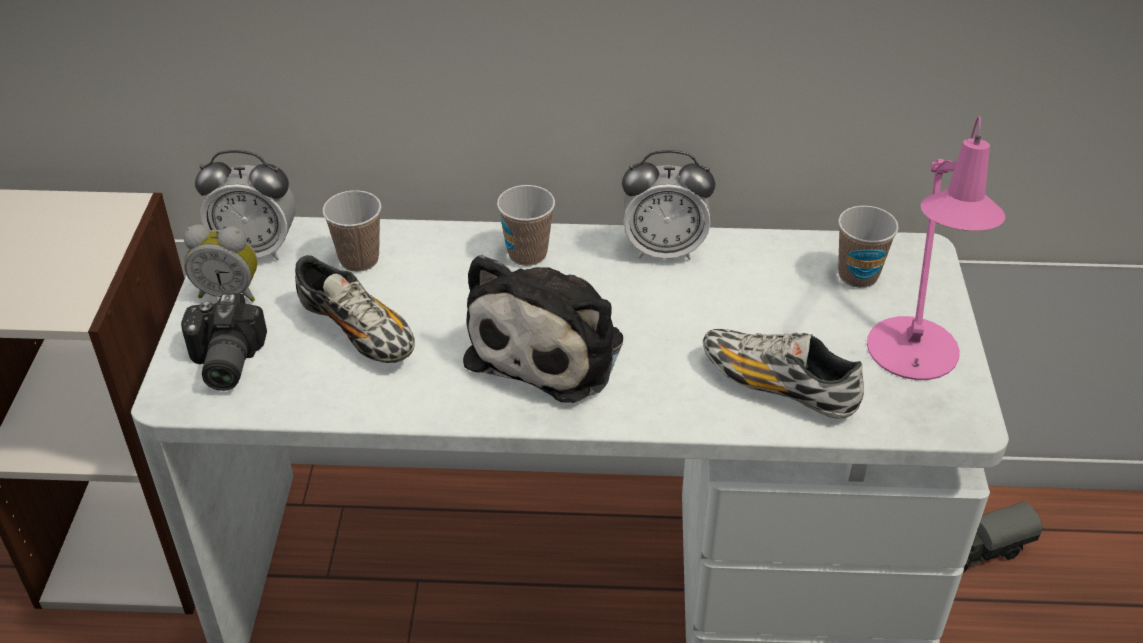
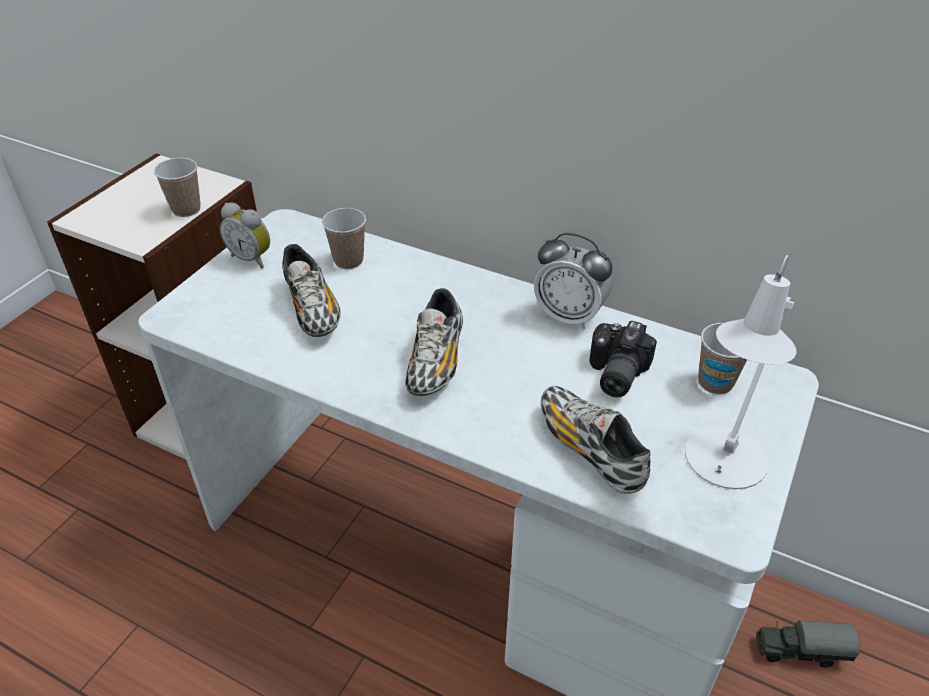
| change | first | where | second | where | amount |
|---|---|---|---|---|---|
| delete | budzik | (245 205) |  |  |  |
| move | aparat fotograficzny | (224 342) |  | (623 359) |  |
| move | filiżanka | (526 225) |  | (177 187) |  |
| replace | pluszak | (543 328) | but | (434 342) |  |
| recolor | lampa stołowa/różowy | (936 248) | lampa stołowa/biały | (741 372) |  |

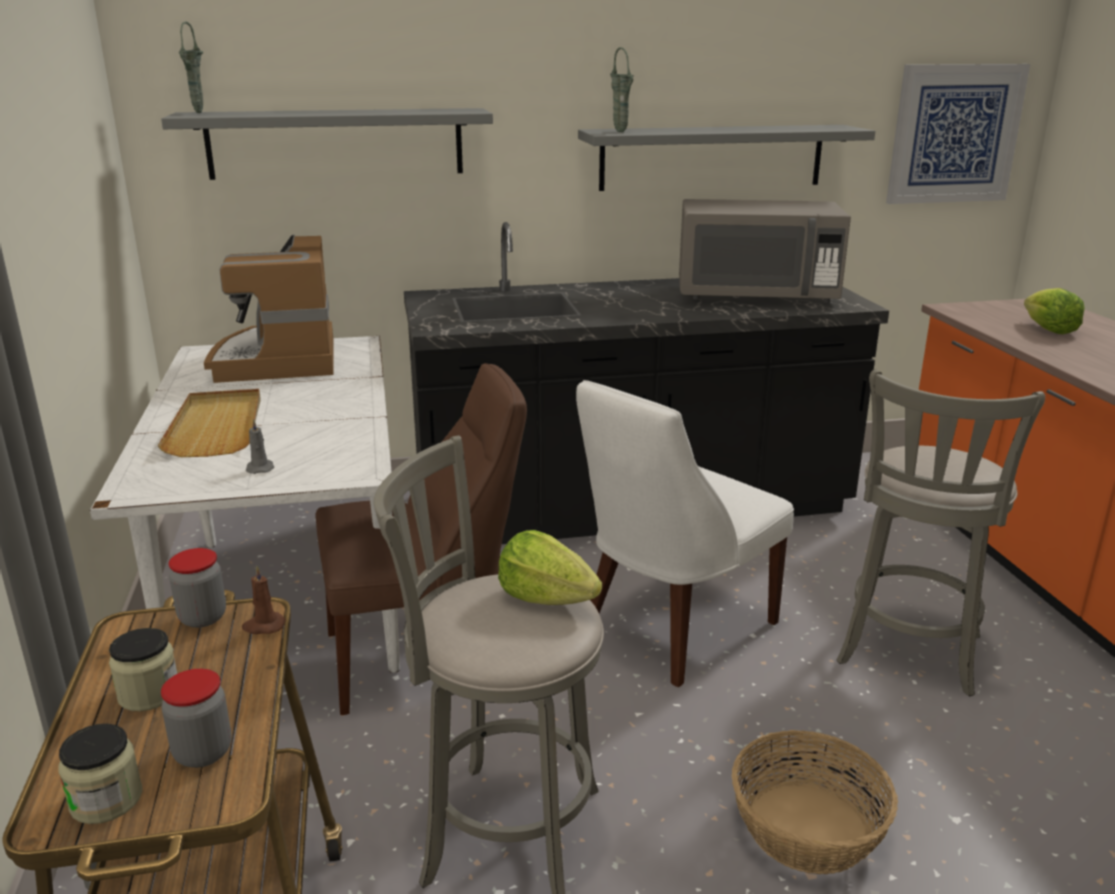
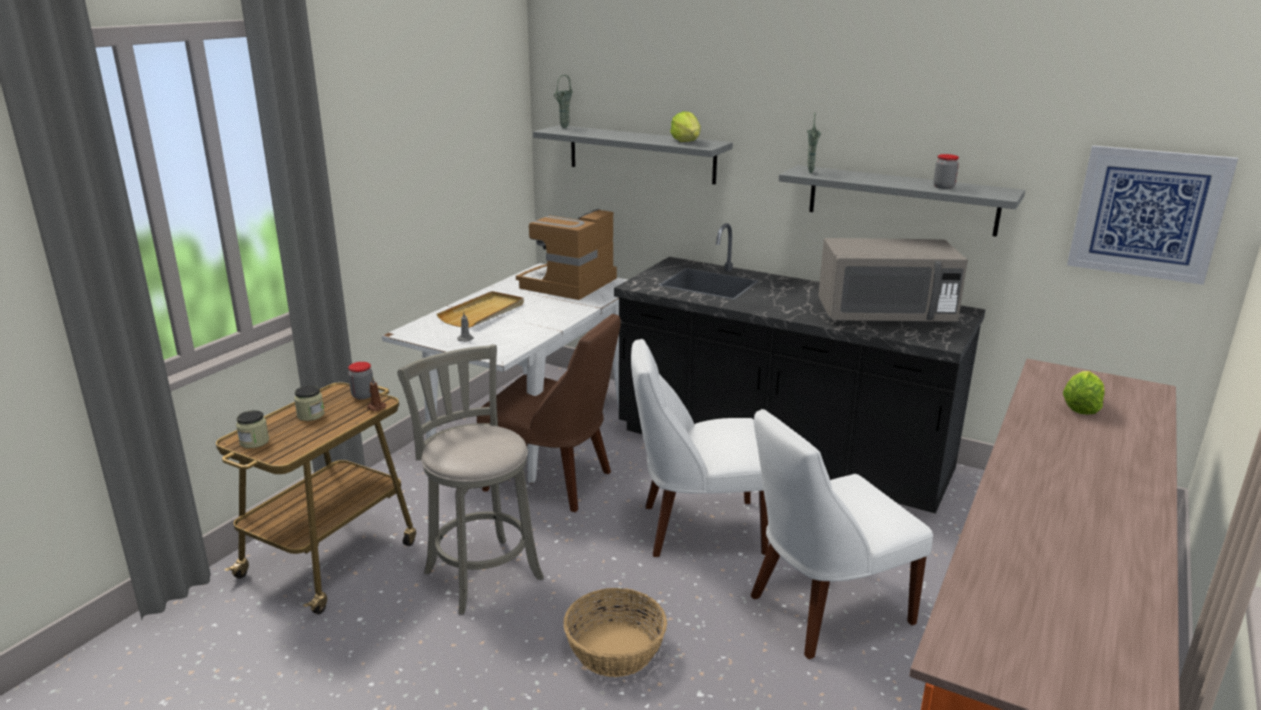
| change | first | where | second | where | amount |
|---|---|---|---|---|---|
| move | słoik | (196 718) |  | (946 171) |  |
| move | sałata | (550 567) |  | (685 126) |  |
| replace | stołek/szary | (940 533) | krzesło/biały | (841 534) |  |
| rotate | mikrofalówka/szary | (765 251) |  | (893 280) | 45 degrees counterclockwise |

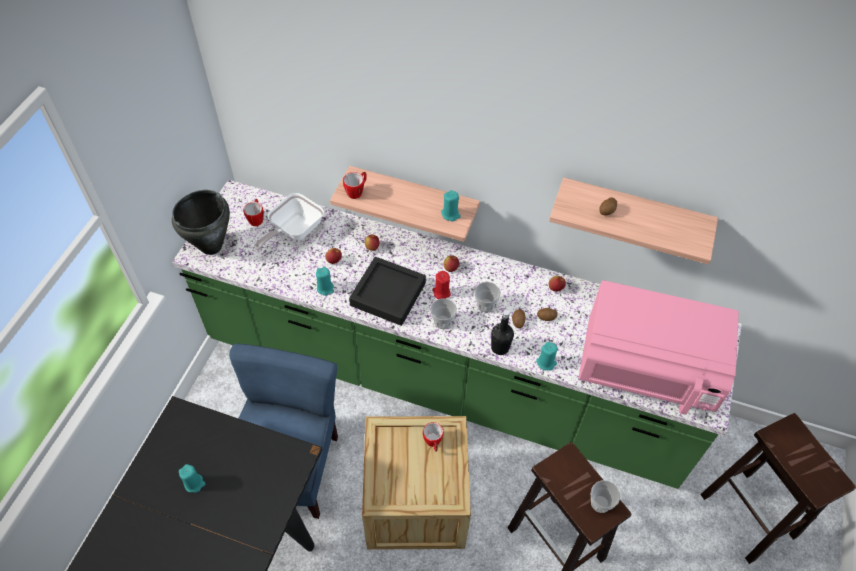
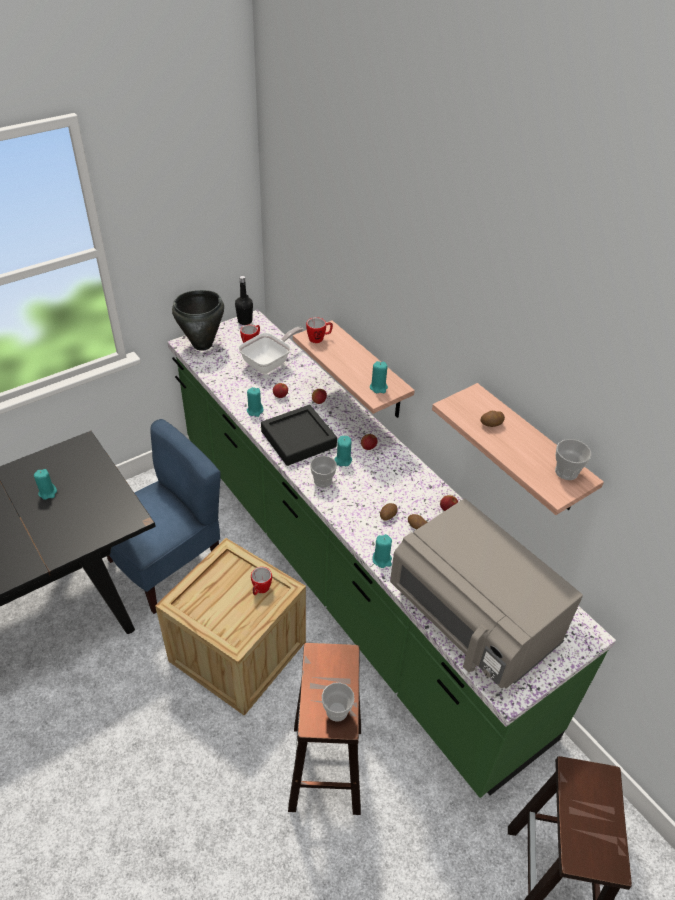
| change | first | where | second | where | amount |
|---|---|---|---|---|---|
| move | filiżanka | (487 297) |  | (573 459) |  |
| move | butelka/czarny | (502 332) |  | (244 300) |  |
| recolor | świeca/czerwony | (441 285) | świeca/turkusowy | (343 451) |  |
| recolor | mikrofalówka/różowy | (659 347) | mikrofalówka/szary | (486 594) |  |
| rotate | patelnia | (289 221) |  | (270 350) | 150 degrees clockwise |

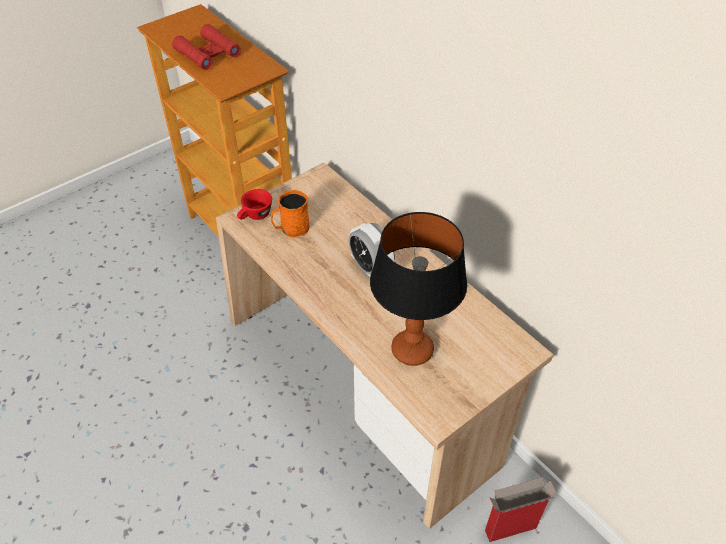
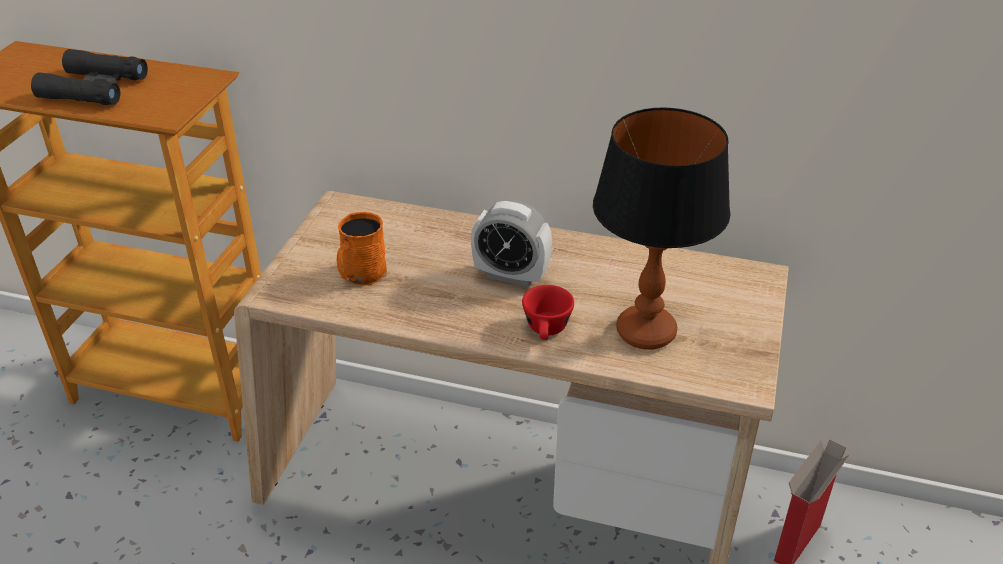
| change | first | where | second | where | amount |
|---|---|---|---|---|---|
| move | filiżanka/czerwony | (254 204) |  | (548 312) |  |
| recolor | lornetka/czerwony | (206 47) | lornetka/czarny | (89 77) |  |

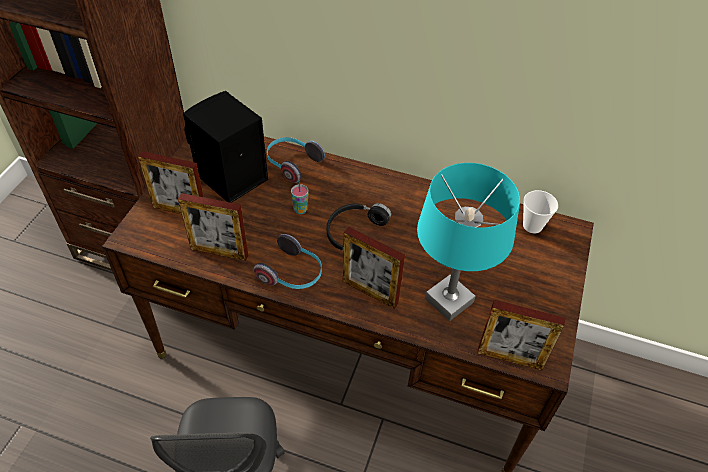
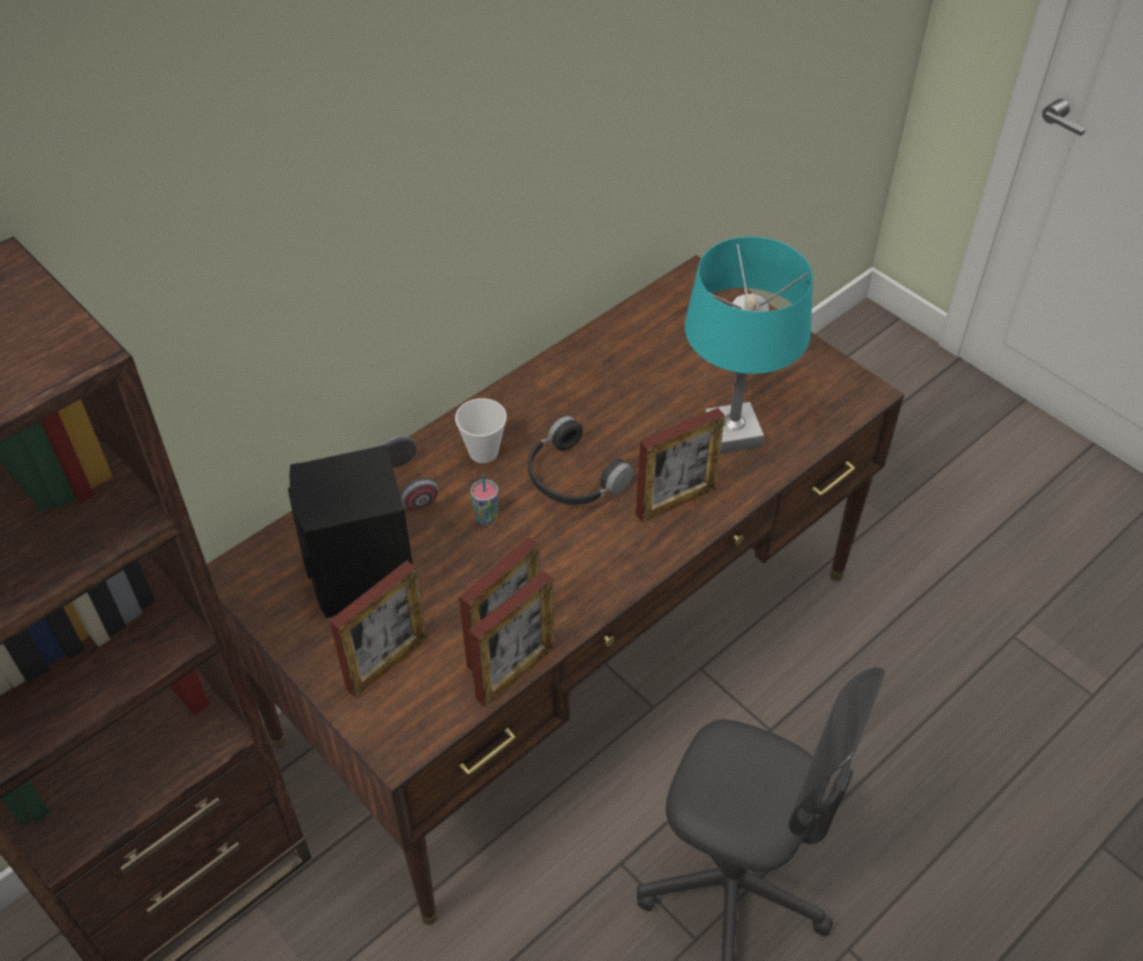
| change | first | where | second | where | amount |
|---|---|---|---|---|---|
| delete | słuchawki | (288 261) |  |  |  |
| move | ramka na zdjęcie | (521 335) |  | (511 639) |  |
| move | filiżanka | (540 211) |  | (481 430) |  |

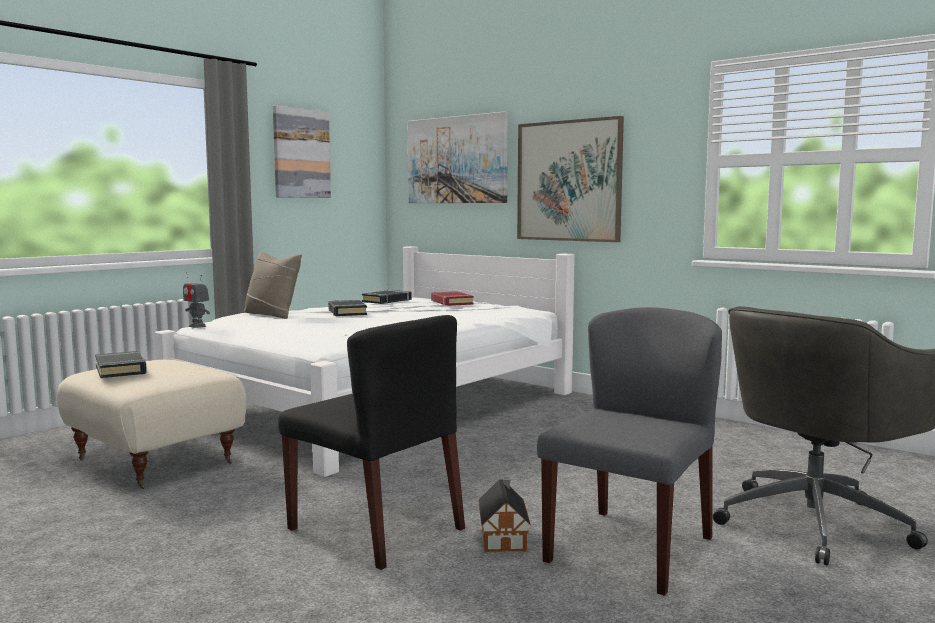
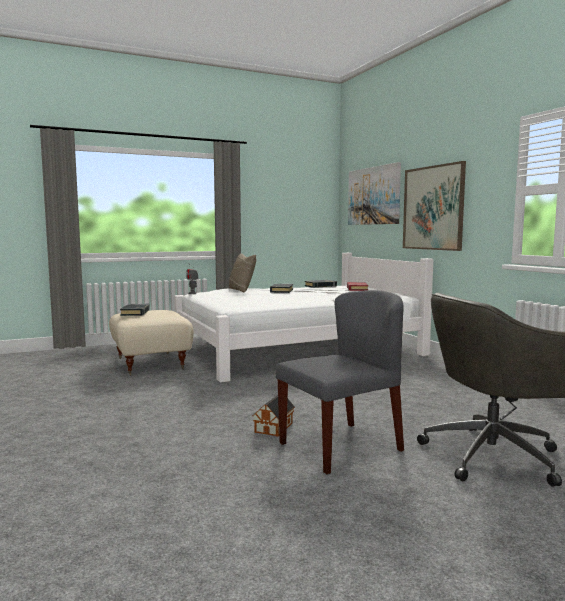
| change | first | where | second | where | amount |
|---|---|---|---|---|---|
| delete | obraz | (302 152) |  |  |  |
| delete | krzesło/czarny | (371 442) |  |  |  |

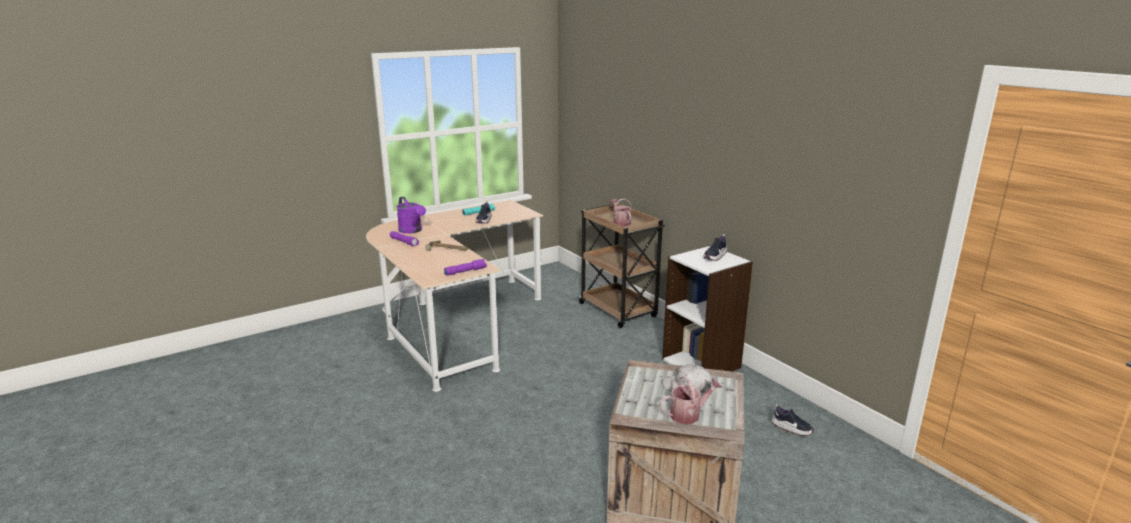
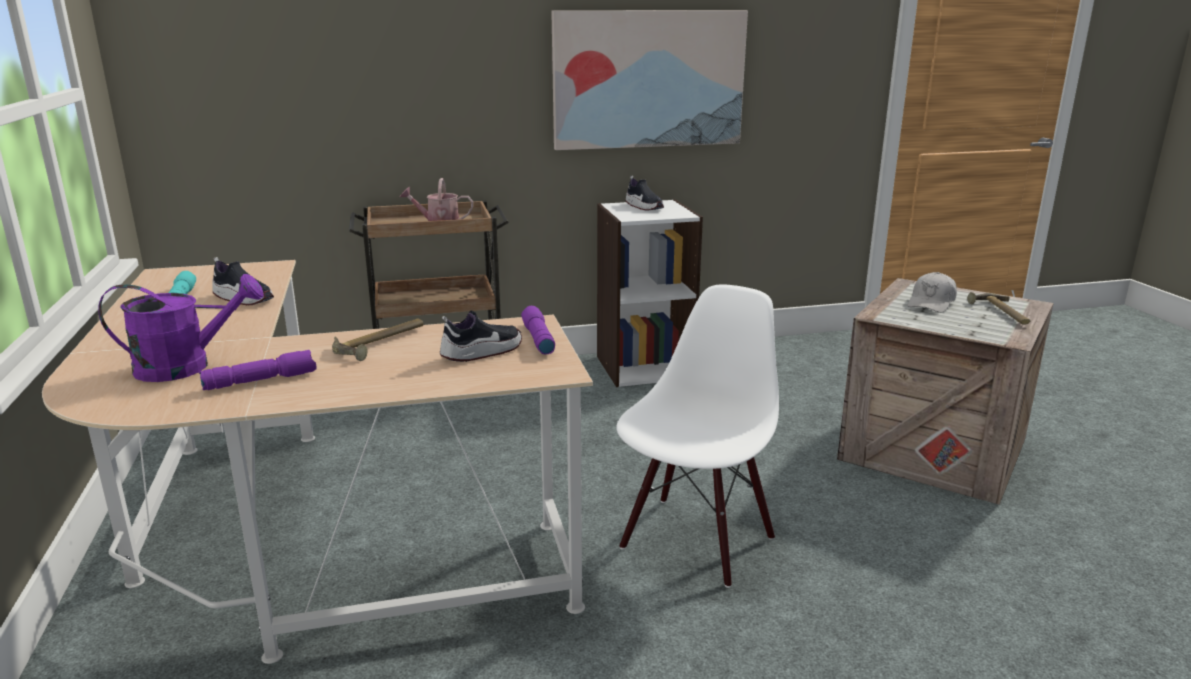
| change | first | where | second | where | amount |
|---|---|---|---|---|---|
| insert |  |  | obraz | (649 80) |  |
| insert |  |  | krzesło/biały | (697 436) |  |
| move | but | (792 420) |  | (481 336) |  |
| replace | konewka | (690 400) | młotek | (998 308) |  |

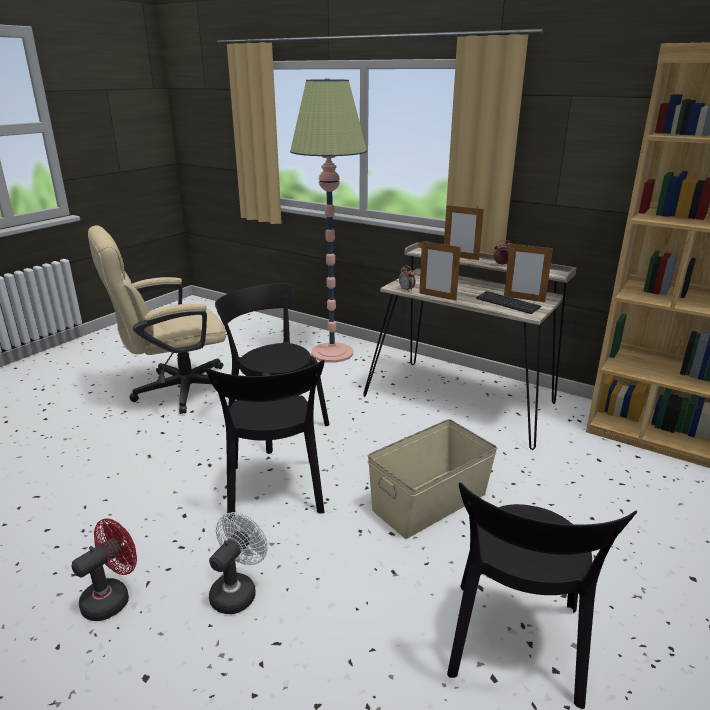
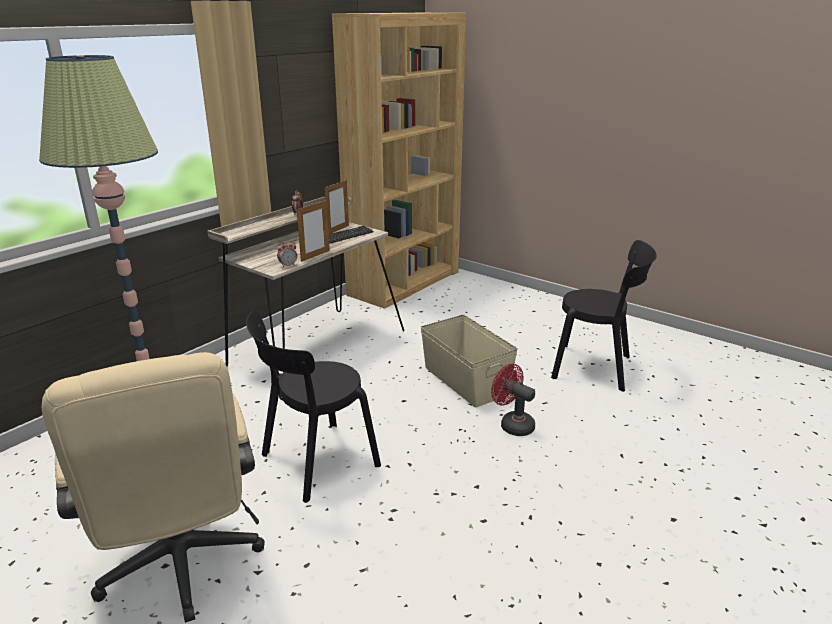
| change | first | where | second | where | amount |
|---|---|---|---|---|---|
| delete | krzesło/czarny | (265 440) |  |  |  |
| delete | wentylator/biały | (238 563) |  |  |  |
| delete | ramka na zdjęcie | (464 232) |  |  |  |
| move | wentylator/czerwony | (104 569) |  | (513 400) |  |

